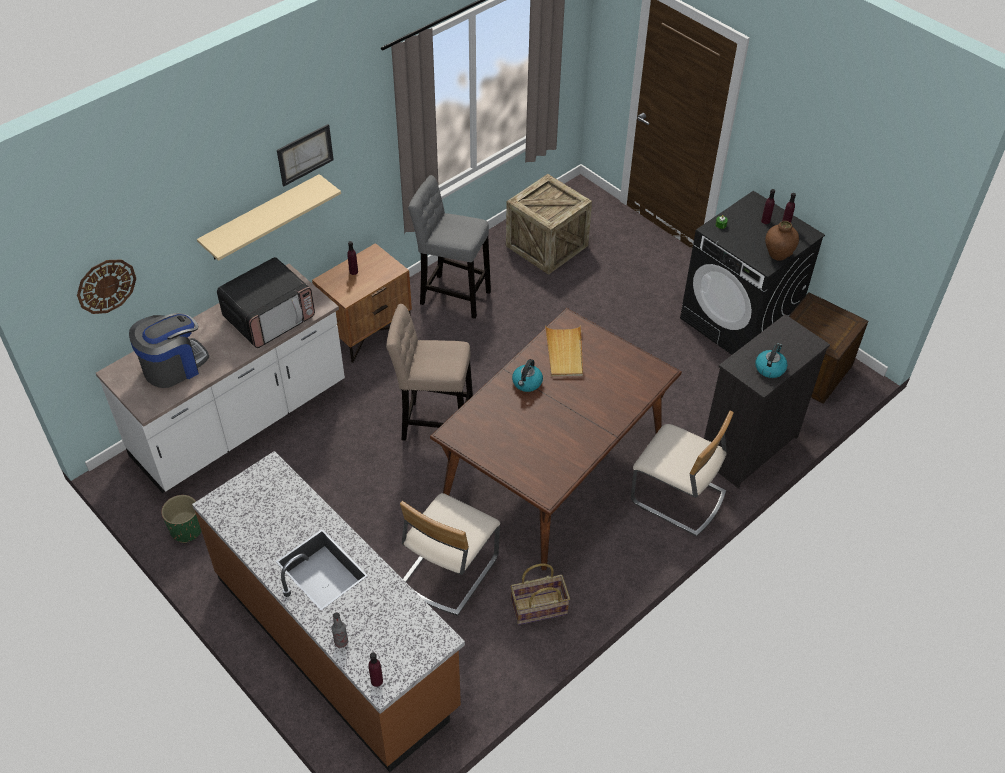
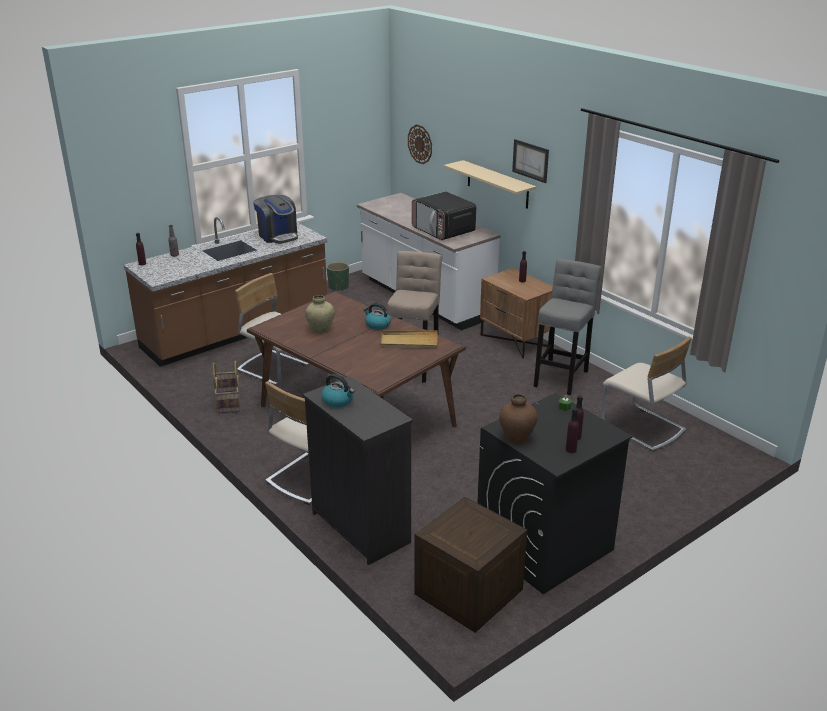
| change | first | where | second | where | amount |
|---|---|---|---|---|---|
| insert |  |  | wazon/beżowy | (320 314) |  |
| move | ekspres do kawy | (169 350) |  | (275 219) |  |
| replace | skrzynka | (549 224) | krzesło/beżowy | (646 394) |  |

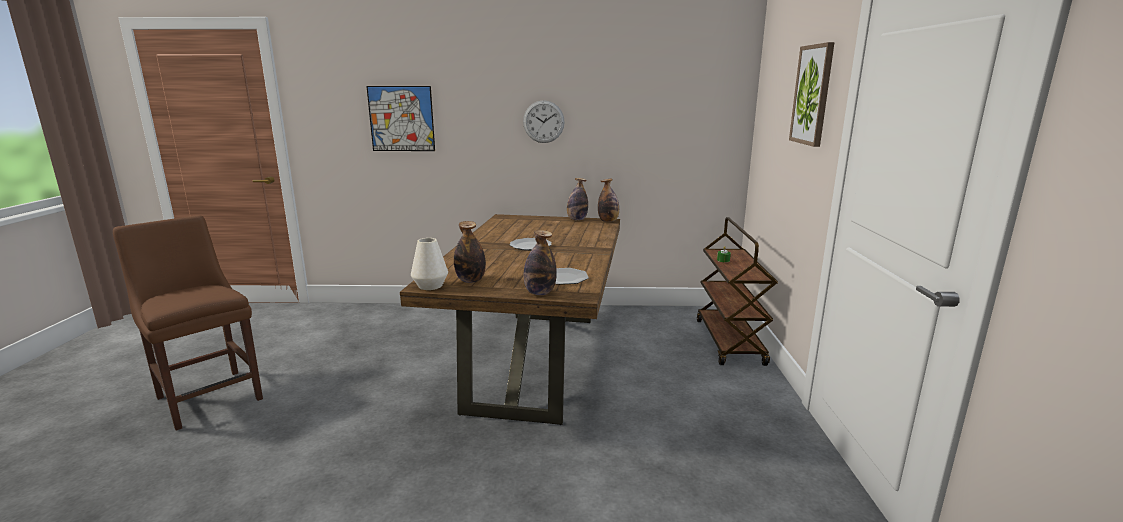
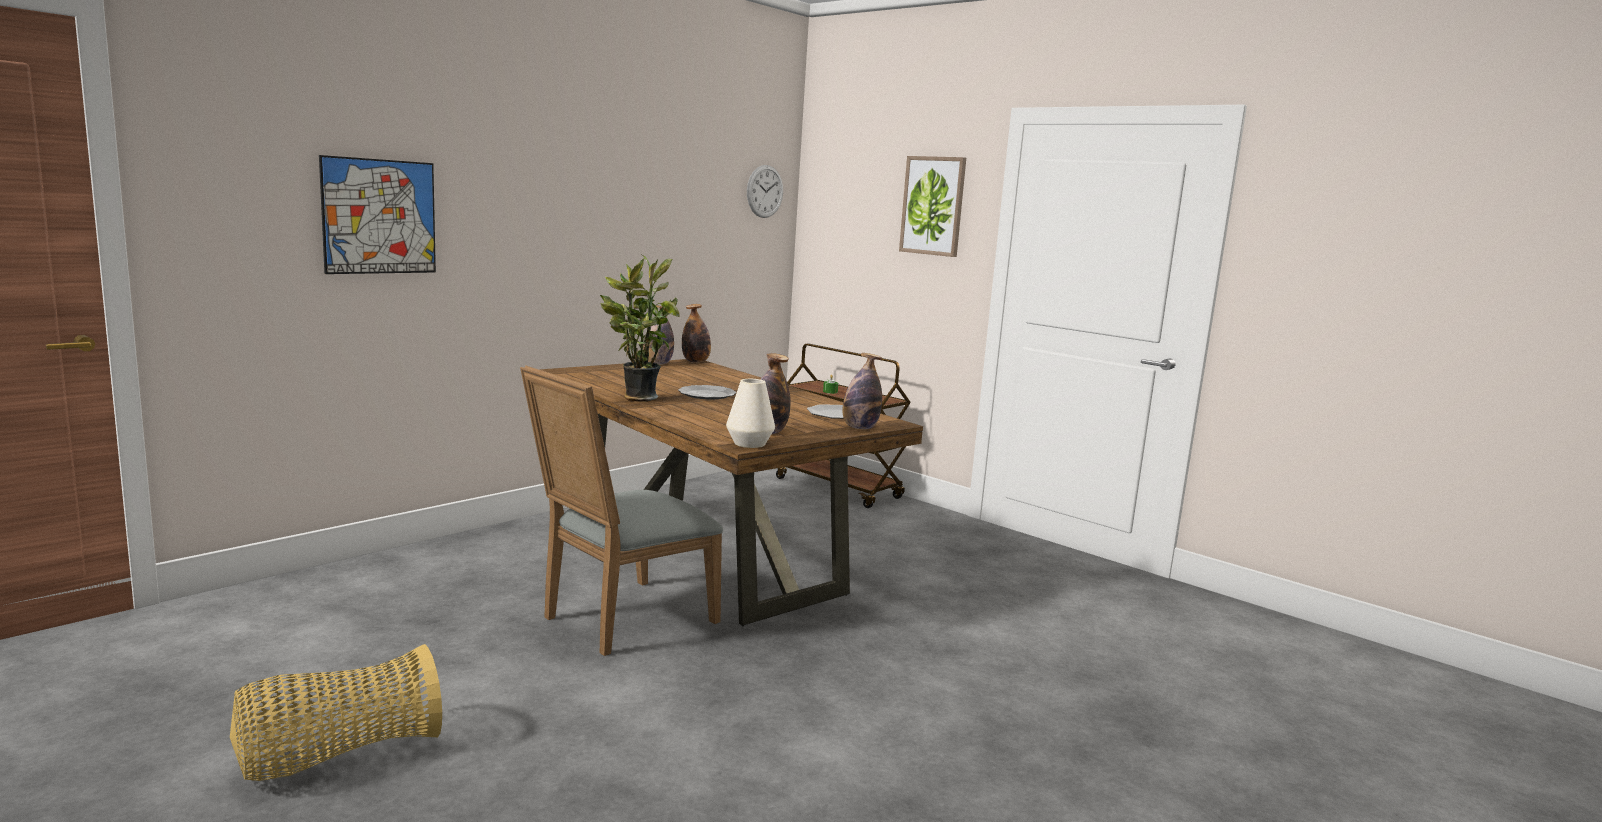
| change | first | where | second | where | amount |
|---|---|---|---|---|---|
| insert |  |  | krzesło/szary | (621 510) |  |
| insert |  |  | roślina doniczkowa | (640 328) |  |
| move | zegar ścienny | (544 121) |  | (765 191) |  |
| replace | krzesło/brązowy | (188 323) | koszyk | (336 712) |  |

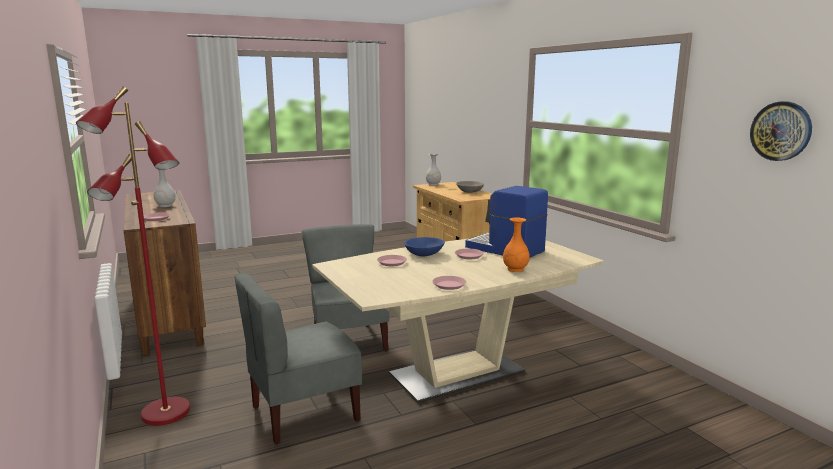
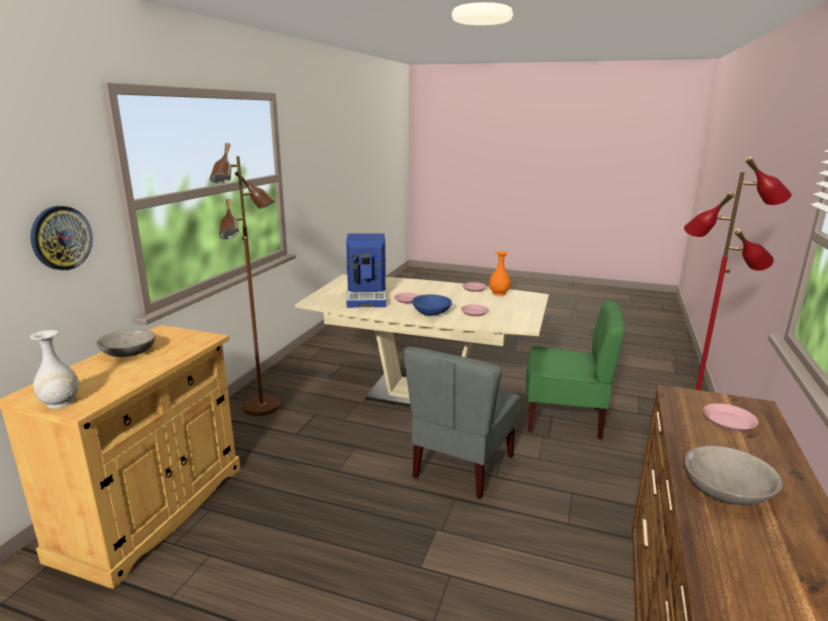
| change | first | where | second | where | amount |
|---|---|---|---|---|---|
| insert |  |  | lampa stojąca/brązowy | (245 279) |  |
| move | wazon/pomarańczowy | (516 244) |  | (500 273) |  |
| move | zegar ścienny | (781 131) |  | (61 238) |  |
| replace | wazon/biały | (165 187) | miska/szary | (734 475) |  |
| recolor | krzesło/szary | (298 358) | krzesło/zielony | (575 370) |  |

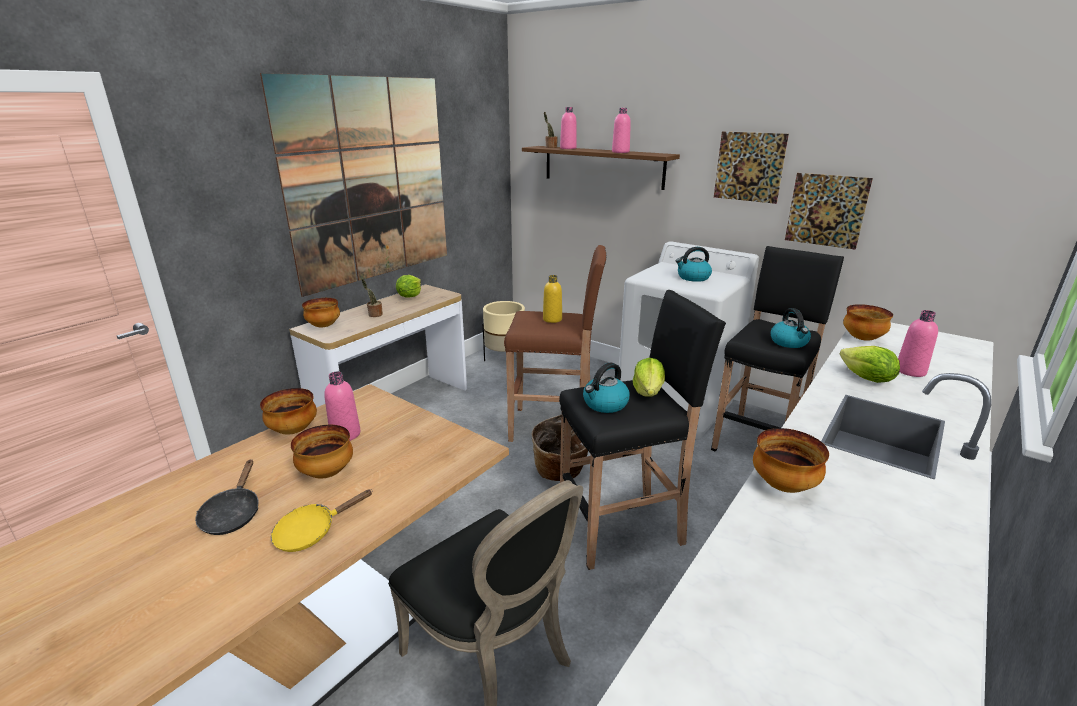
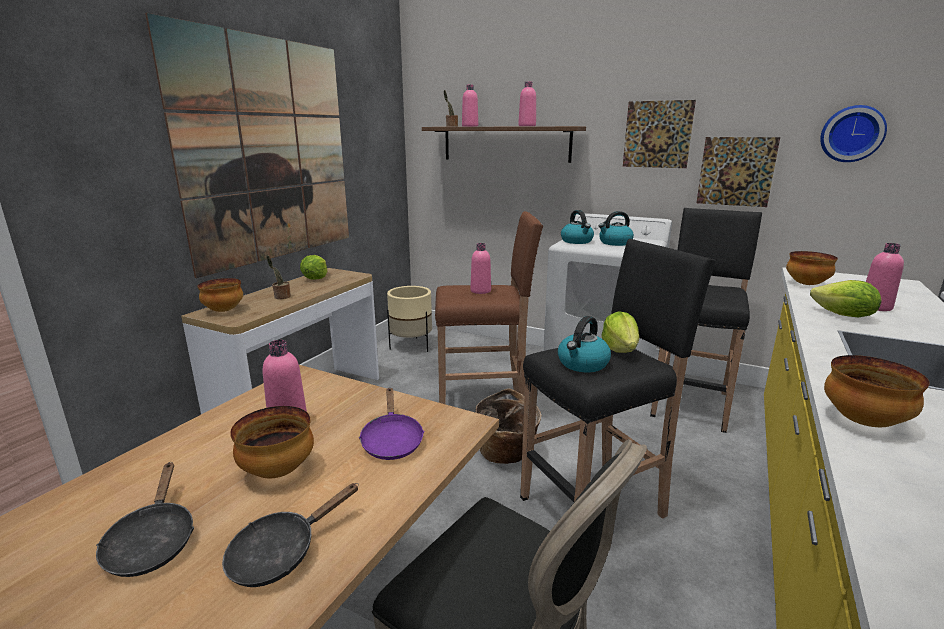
| change | first | where | second | where | amount |
|---|---|---|---|---|---|
| delete | miska | (288 411) |  |  |  |
| insert |  |  | patelnia/fioletowy | (391 424) |  |
| insert |  |  | zegar ścienny | (853 133) |  |
| move | czajnik | (790 328) |  | (577 227) |  |
| recolor | patelnia/żółty | (322 520) | patelnia/czarny | (290 535) |  |
| recolor | butelka/żółty | (552 299) | butelka/różowy | (480 268) |  |

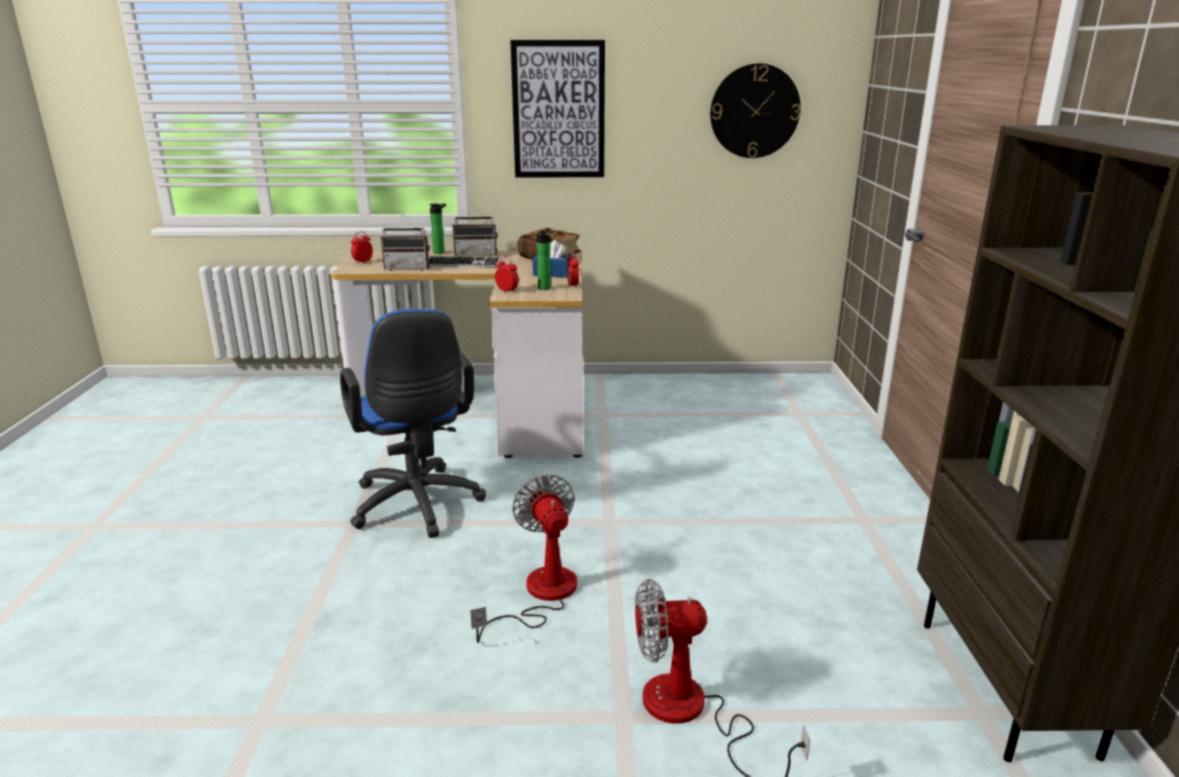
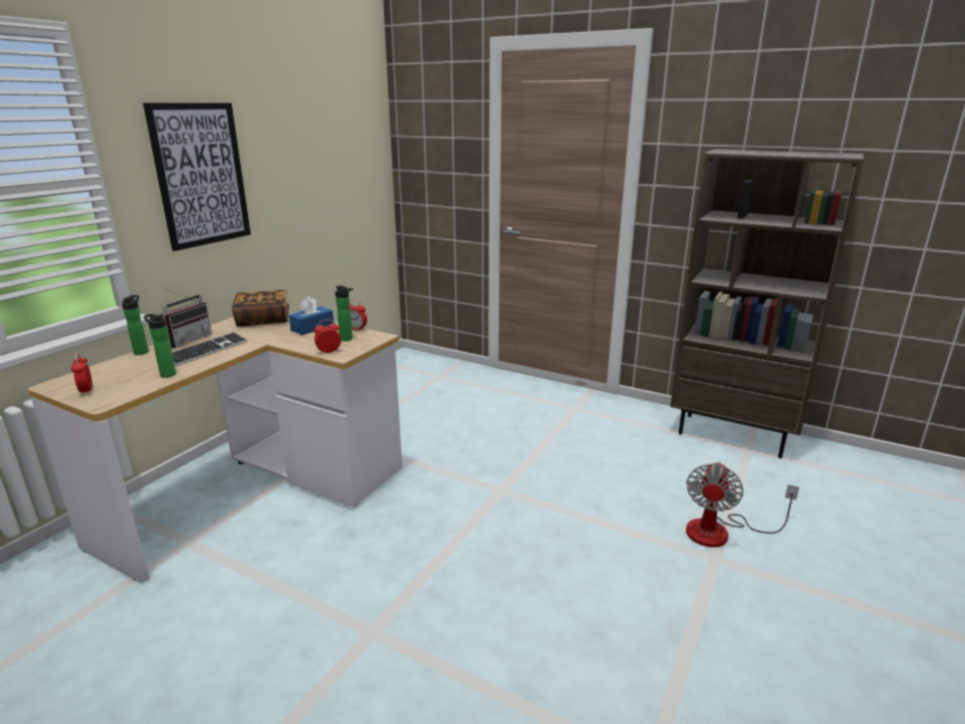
| change | first | where | second | where | amount |
|---|---|---|---|---|---|
| delete | krzesło biurowe/niebieski | (413 423) |  |  |  |
| delete | wentylator | (523 558) |  |  |  |
| delete | zegar ścienny | (755 110) |  |  |  |
| replace | radio | (405 242) | butelka | (159 346) |  |

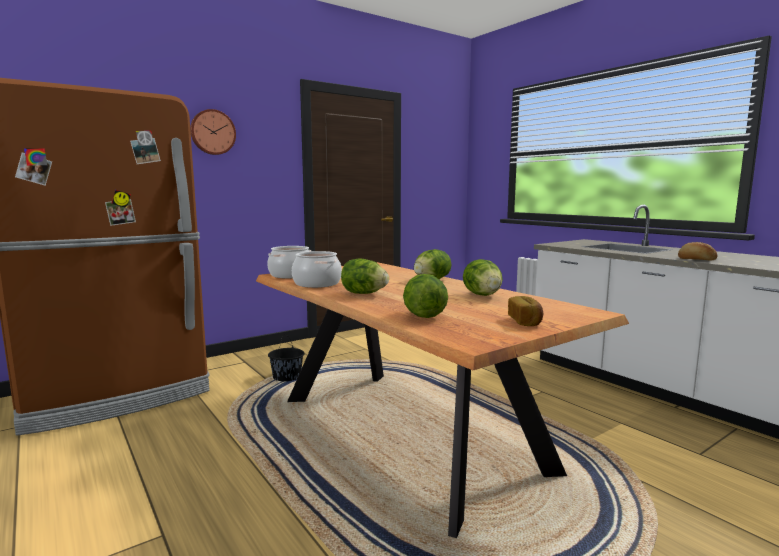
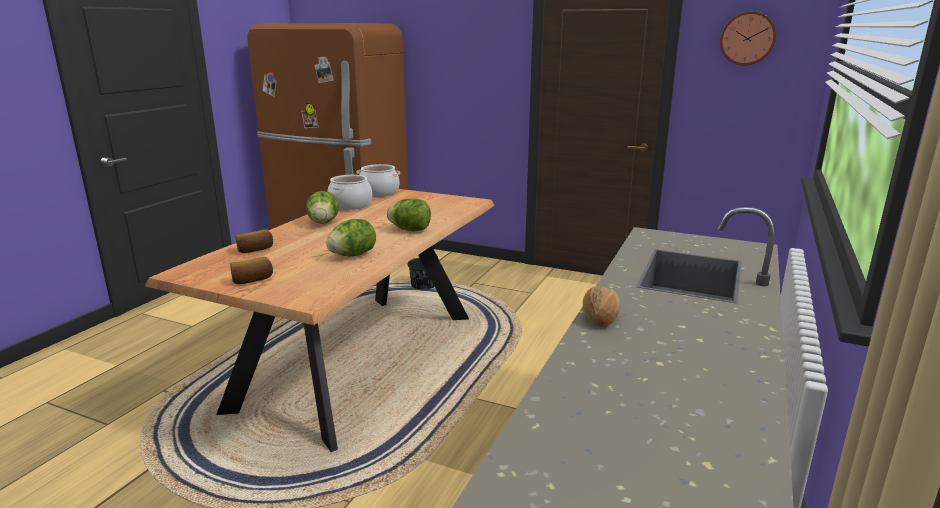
| change | first | where | second | where | amount |
|---|---|---|---|---|---|
| move | zegar ścienny | (213 132) |  | (748 38) |  |
| replace | sałata | (425 296) | chleb | (254 241) |  |

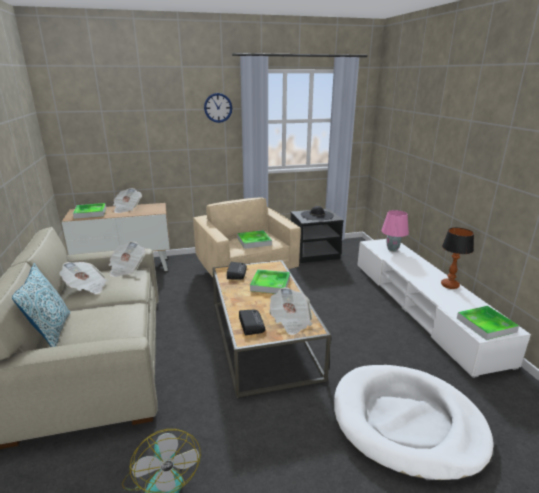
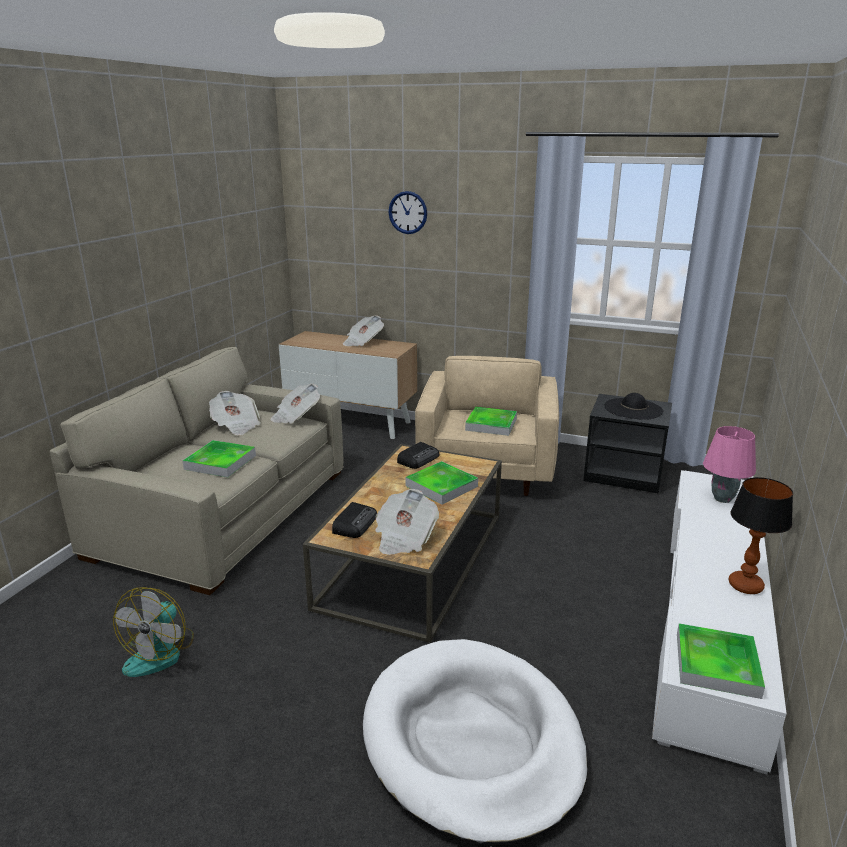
| change | first | where | second | where | amount |
|---|---|---|---|---|---|
| delete | poduszka | (41 305) |  |  |  |
| move | taca | (89 211) |  | (219 458) |  |
| move | zegar ścienny | (218 108) |  | (408 212) |  |

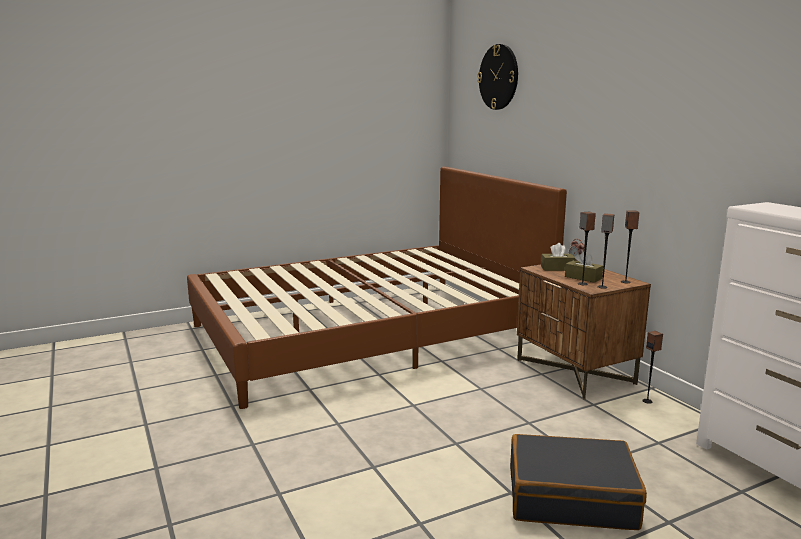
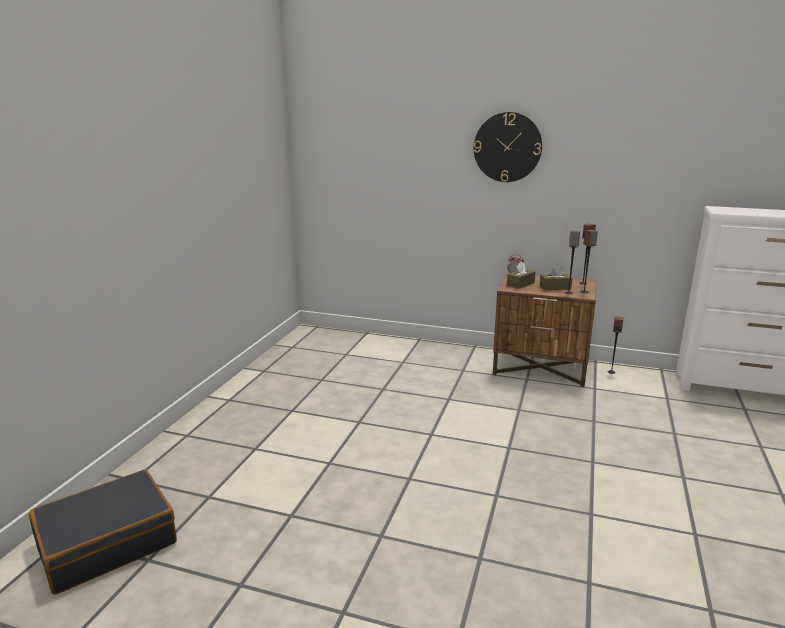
| change | first | where | second | where | amount |
|---|---|---|---|---|---|
| delete | łóżko/brązowy | (377 288) |  |  |  |
| move | zegar ścienny | (497 77) |  | (508 147) |  |
| move | walizka/czarny | (578 482) |  | (103 532) |  |

